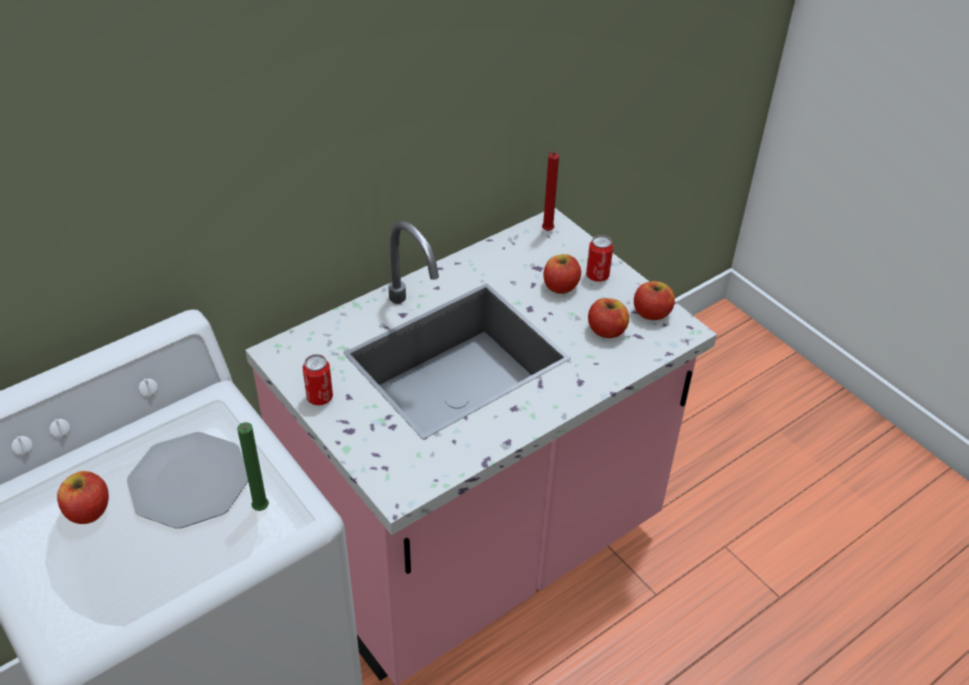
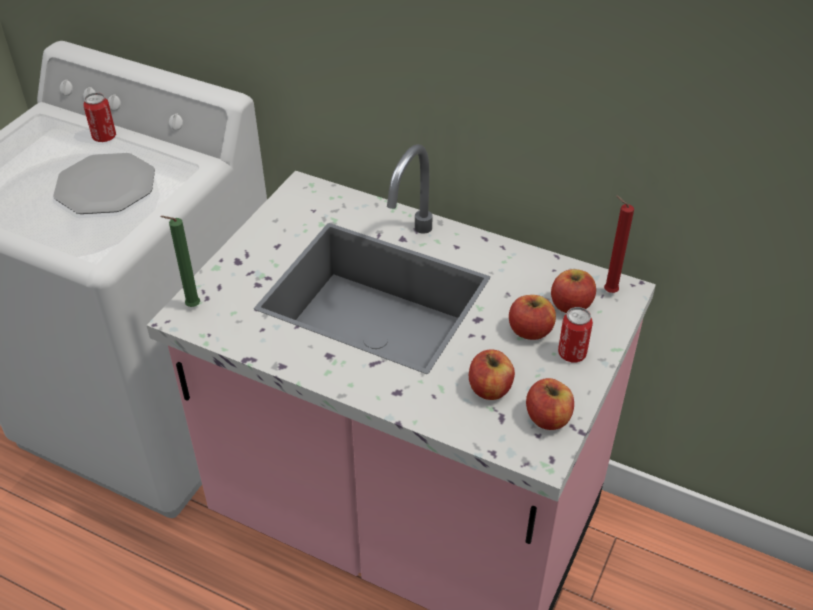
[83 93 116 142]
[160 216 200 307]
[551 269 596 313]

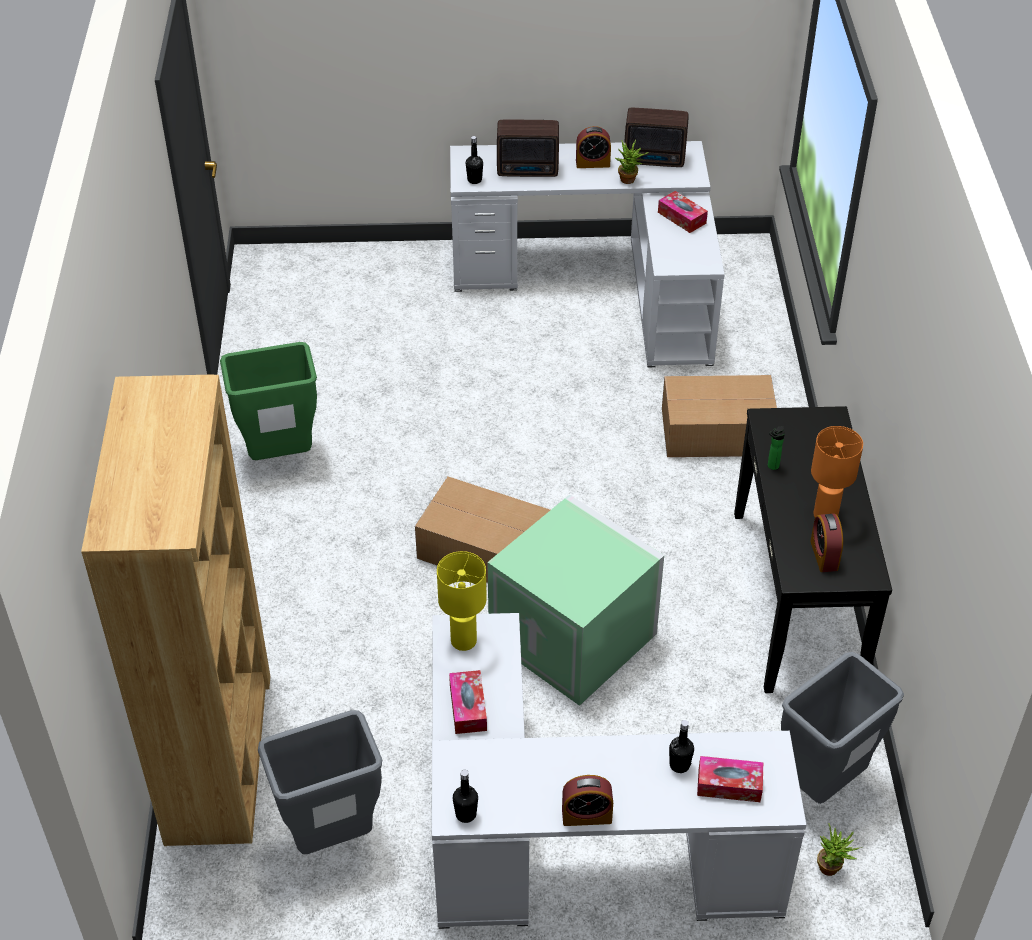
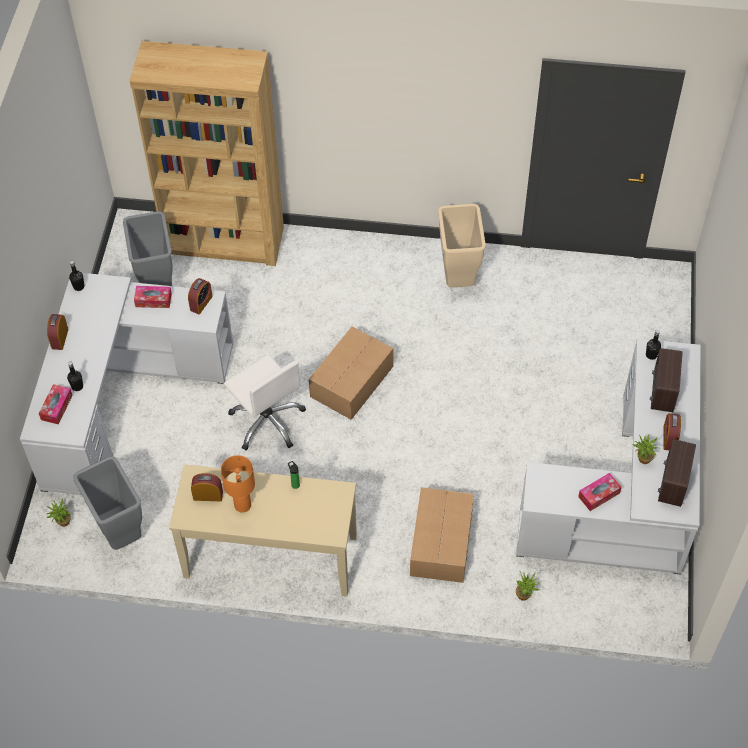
[438 204 486 288]
[169 464 357 597]
[224 354 306 450]
[188 278 213 314]
[516 571 541 601]

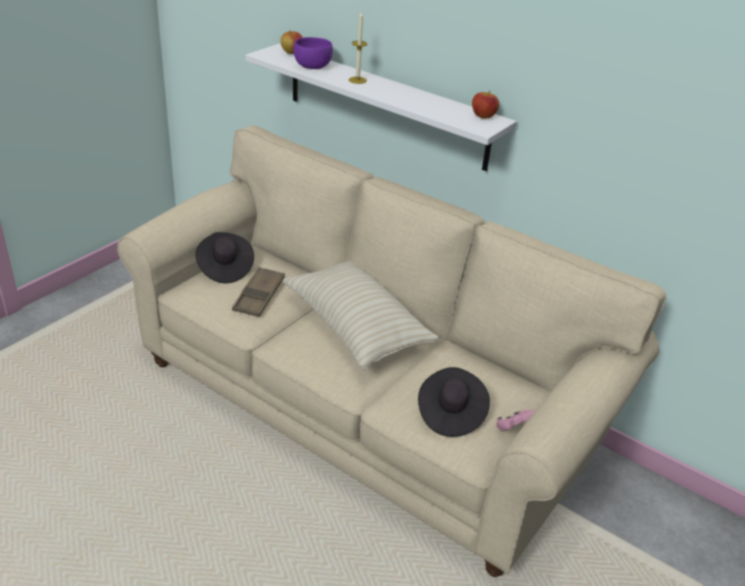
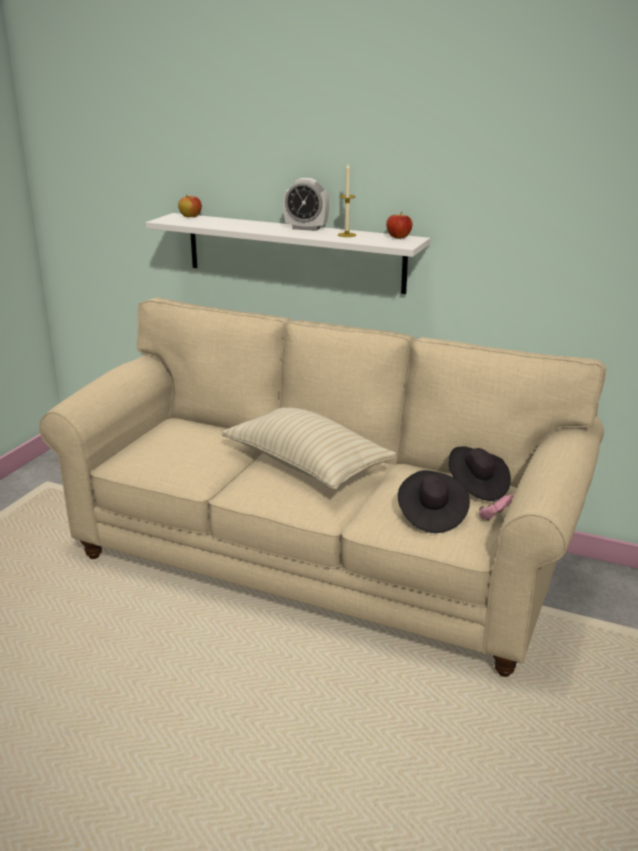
[338 164 356 237]
[293 37 333 69] (first image)
[448 446 511 501]
[232 267 285 317] (first image)
[283 178 329 231]

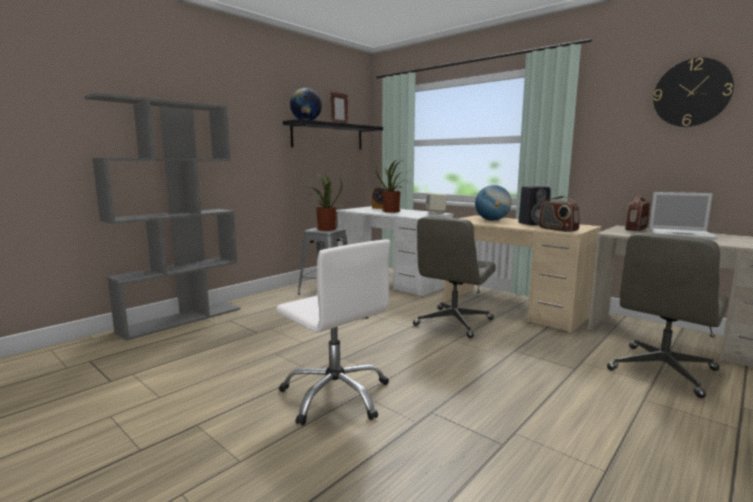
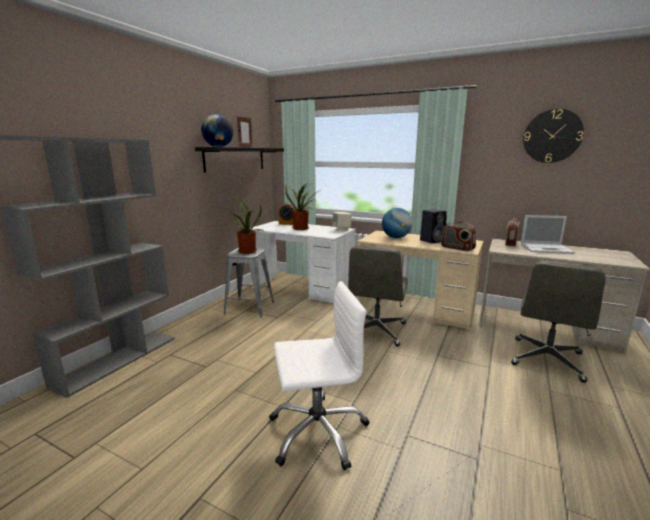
[269 281 369 471]

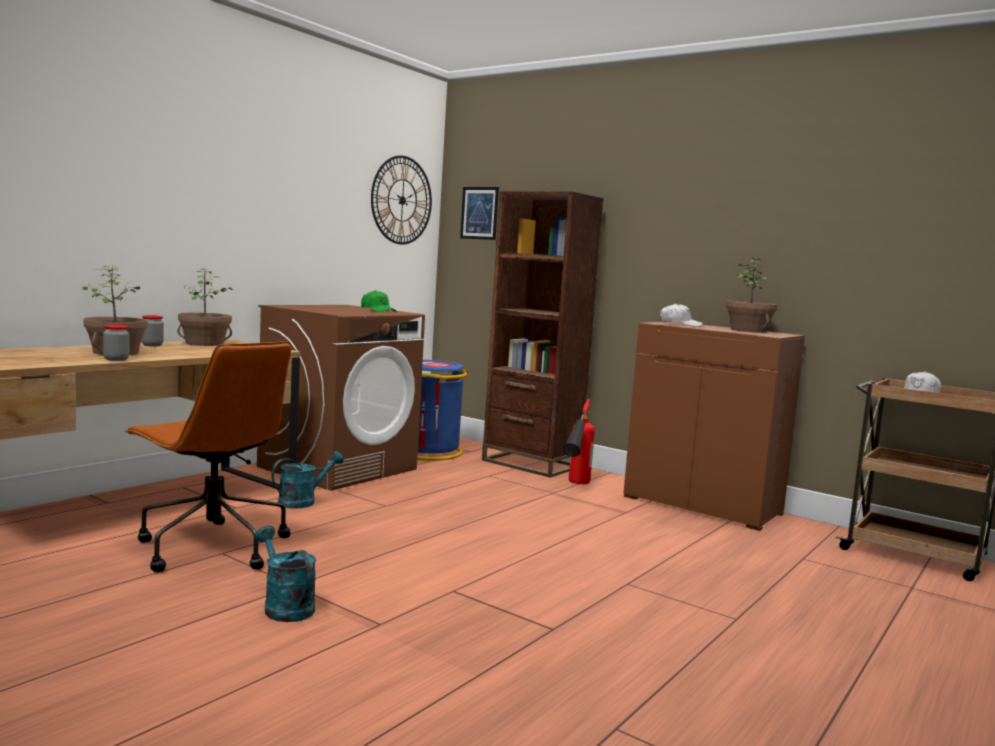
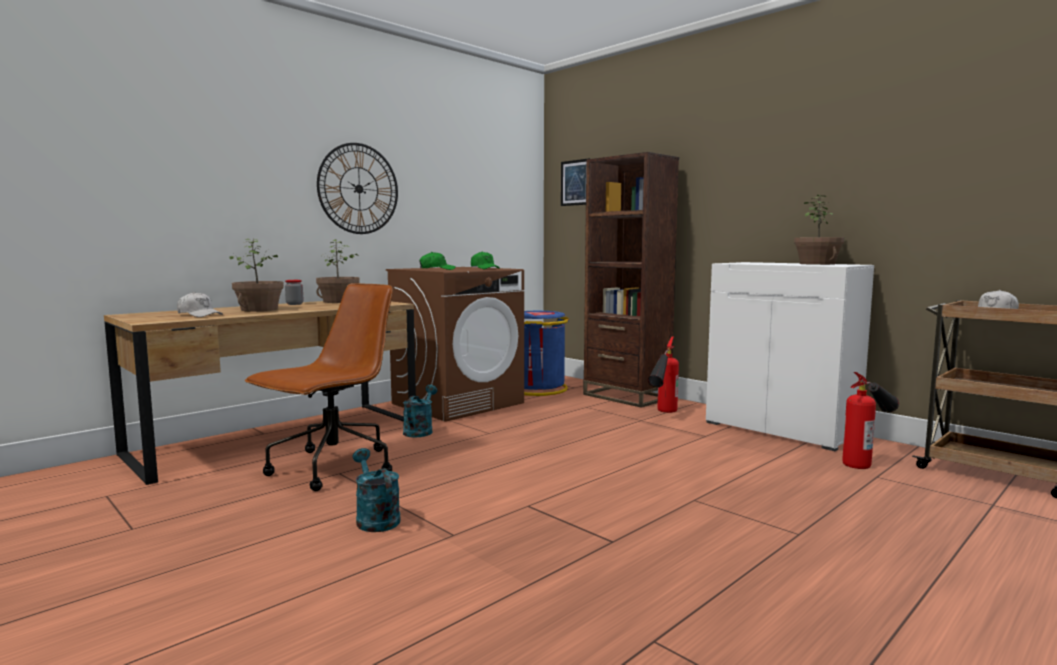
[317 143 398 234]
[177 292 223 317]
[706 262 874 451]
[103 325 130 361] (first image)
[245 283 393 491]
[403 385 437 438]
[419 252 456 270]
[842 372 899 469]

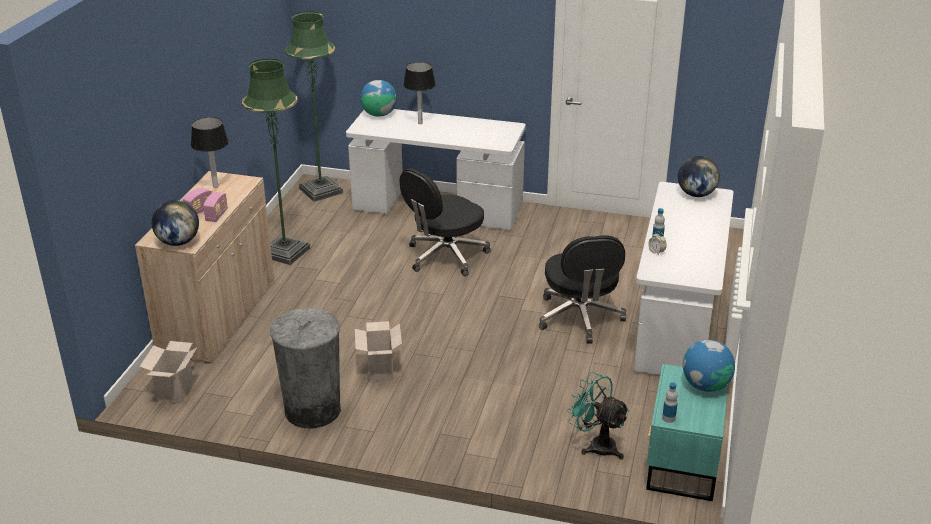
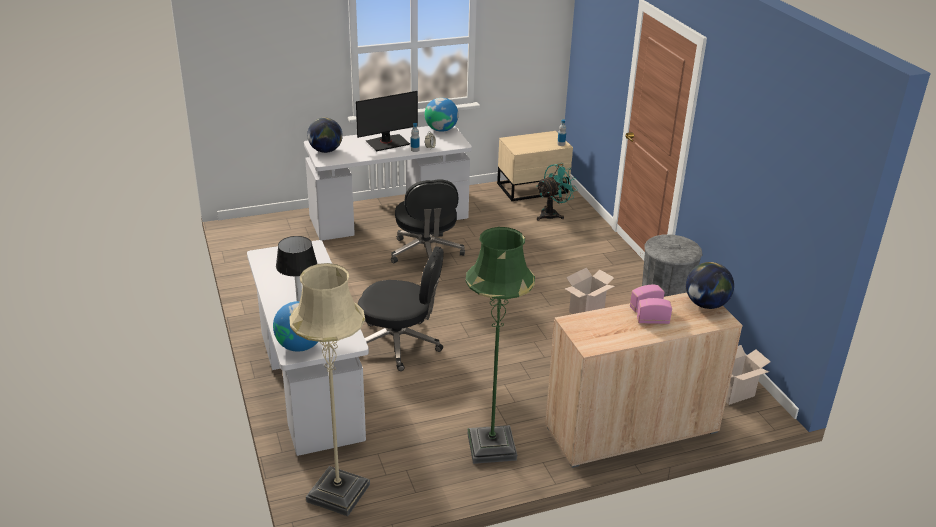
[289 263 370 516]
[191 117 229 188] (first image)
[391 180 465 264]
[425 98 459 132]
[497 131 573 201]
[536 163 578 221]
[356 91 418 152]

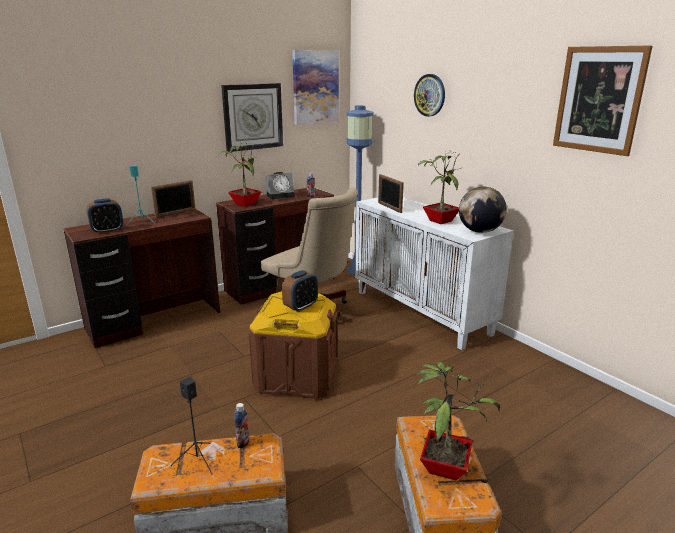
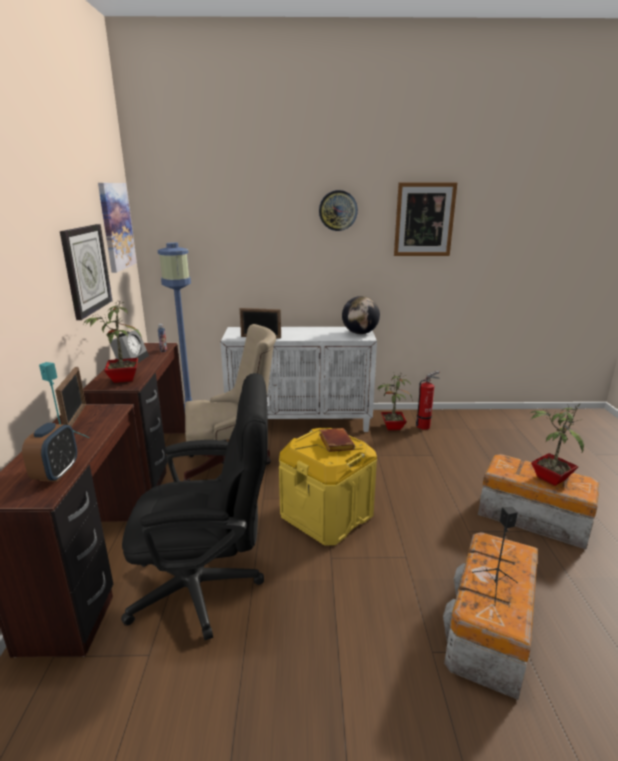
[319 190 358 231]
[377 373 412 430]
[319 428 355 452]
[279 428 377 545]
[234 403 249 448] (first image)
[416 370 440 430]
[121 373 268 641]

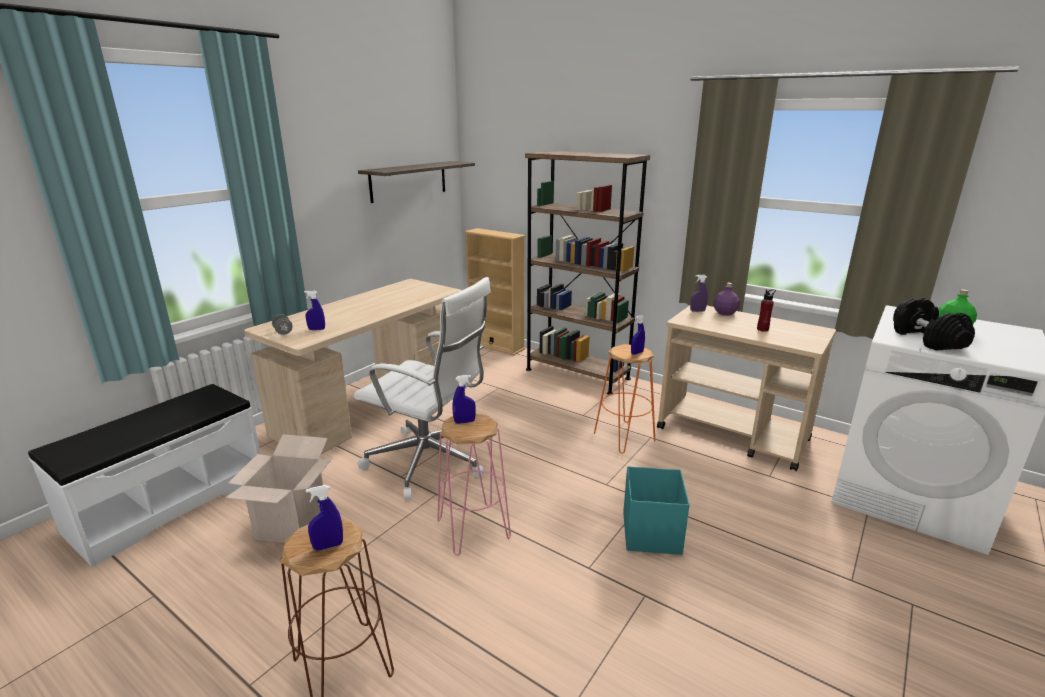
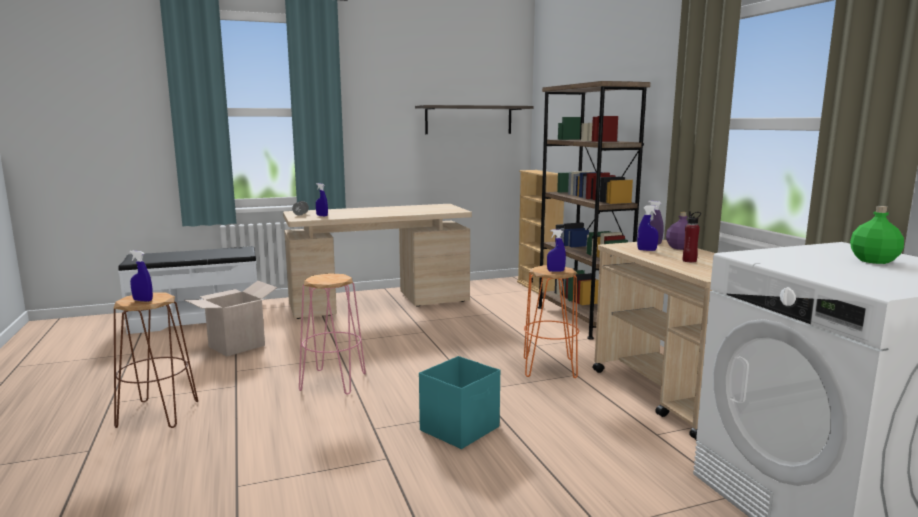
[354 277 491 500] (first image)
[893 298 975 351] (first image)
[637 205 658 251]

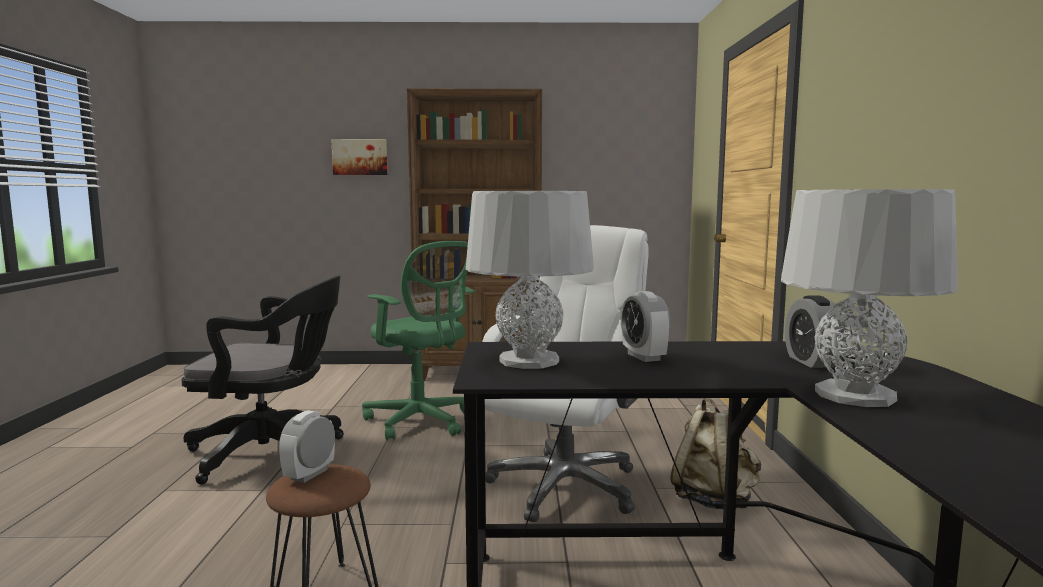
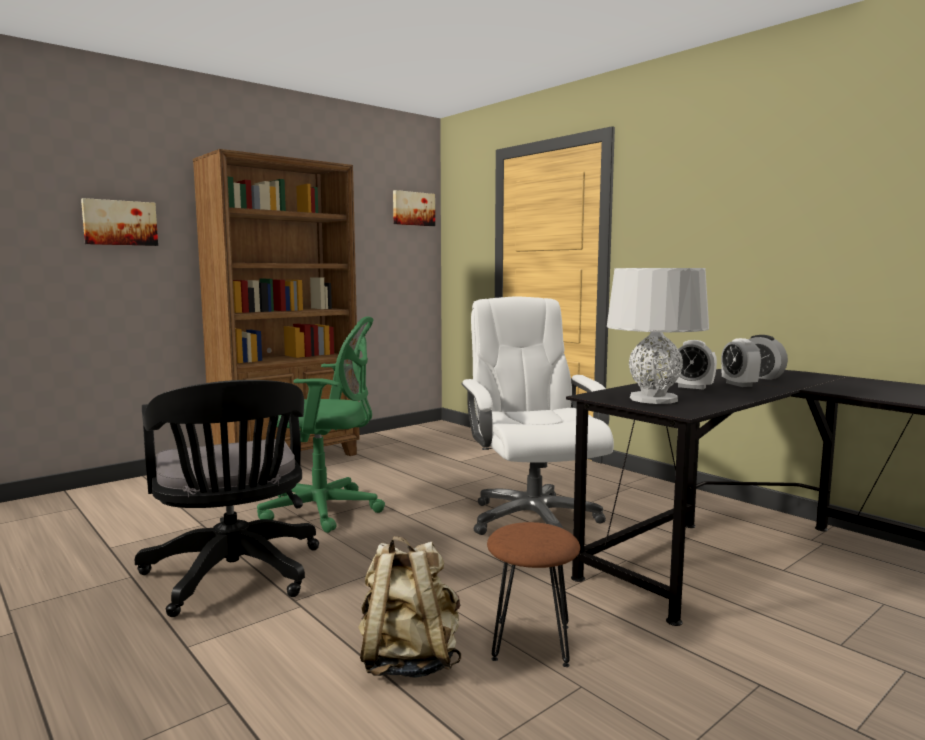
[781 189 958 407] (first image)
[135 380 319 617]
[358 536 461 678]
[721 338 761 387]
[393 190 435 226]

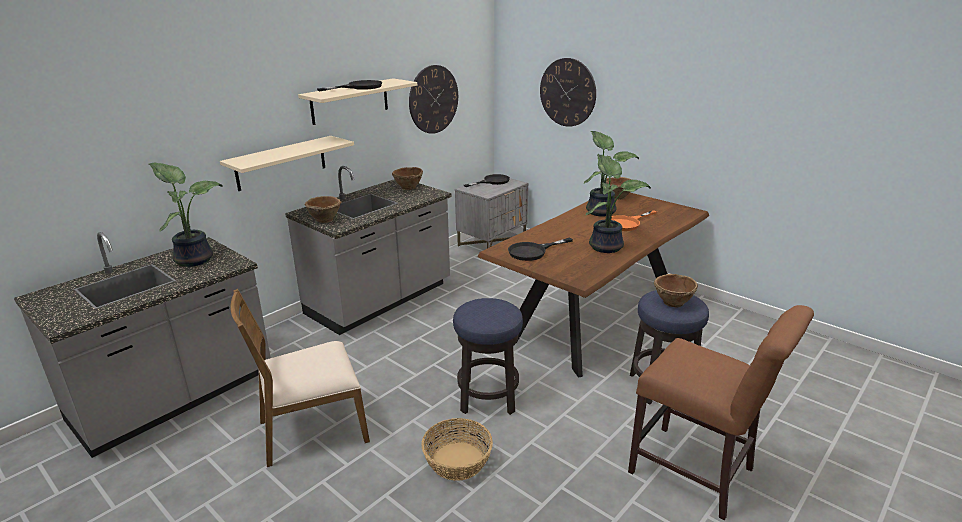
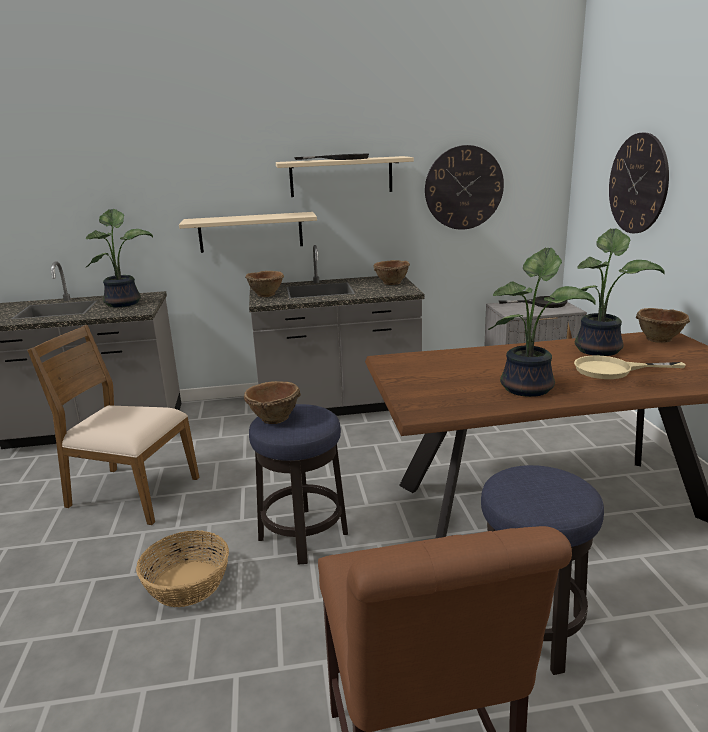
[574 355 686 379]
[508 238 573 261] (first image)
[244 381 301 424]

